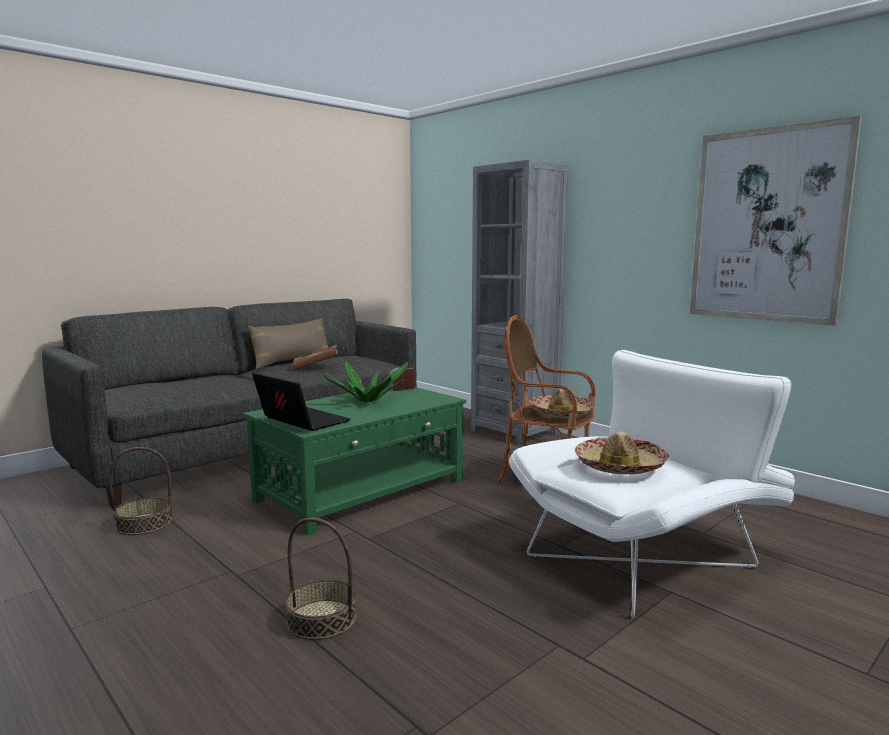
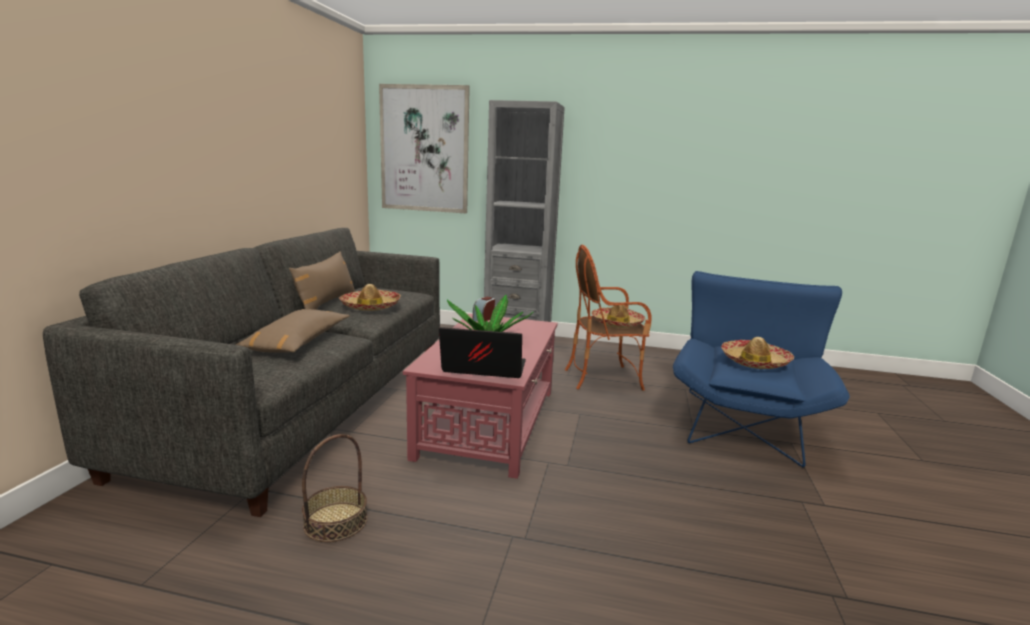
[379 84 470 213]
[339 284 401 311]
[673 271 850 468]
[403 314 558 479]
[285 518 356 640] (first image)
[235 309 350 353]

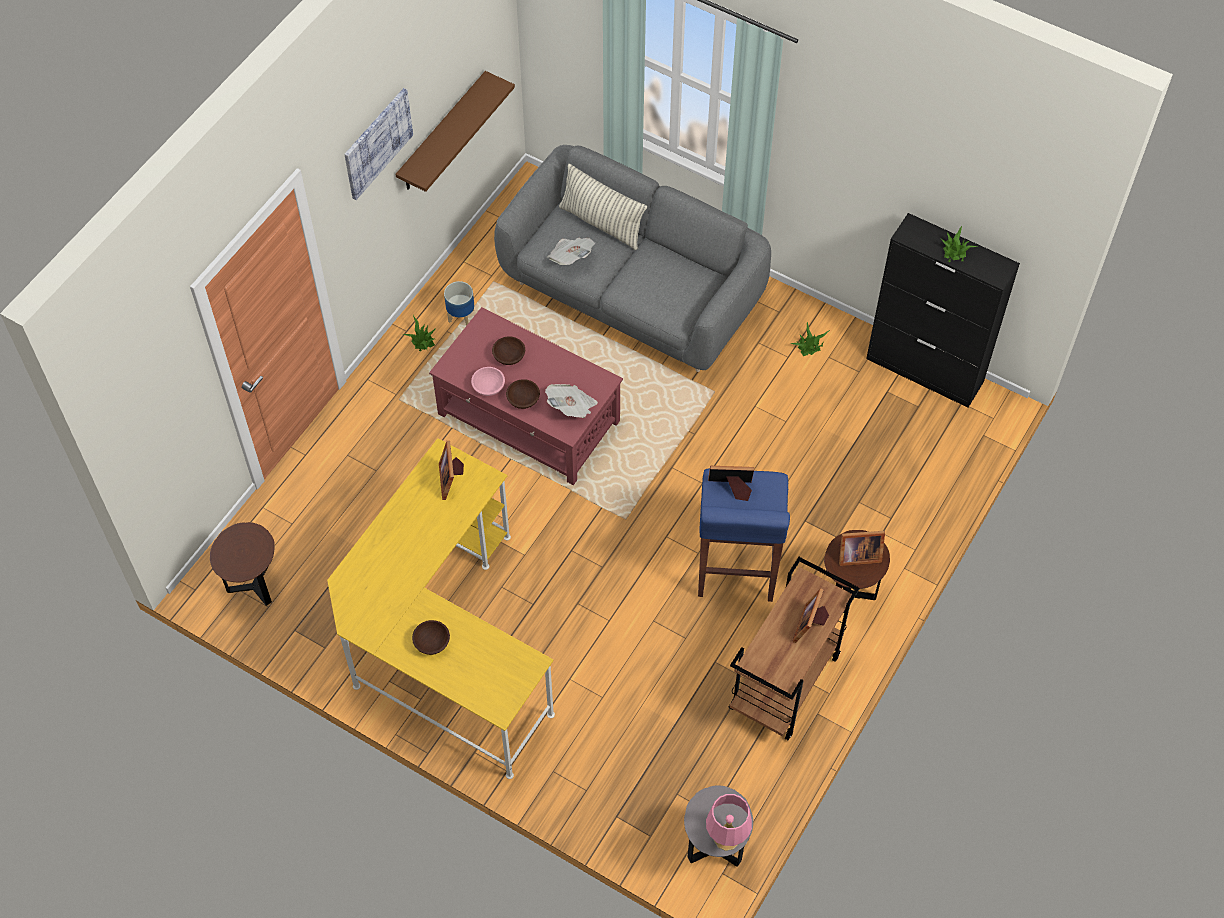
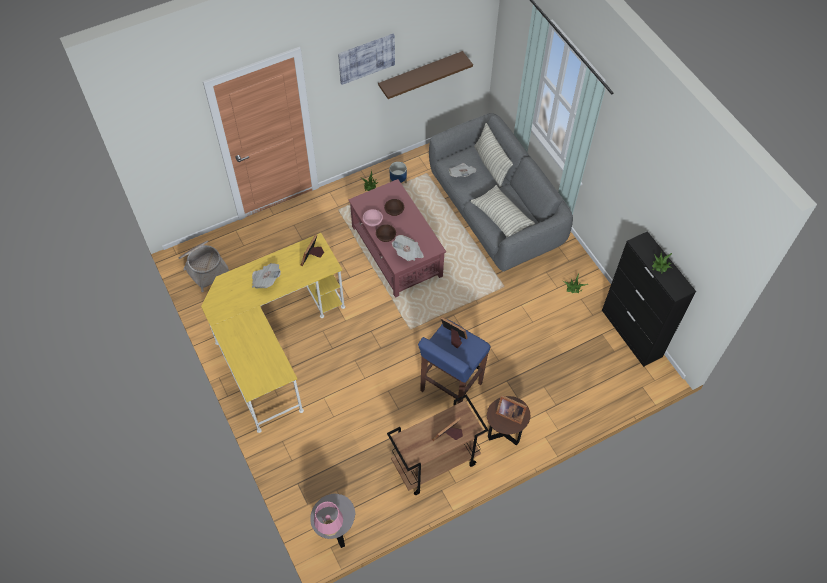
[179 240 230 292]
[412 620 450 655] (first image)
[471 185 535 237]
[252 263 281 288]

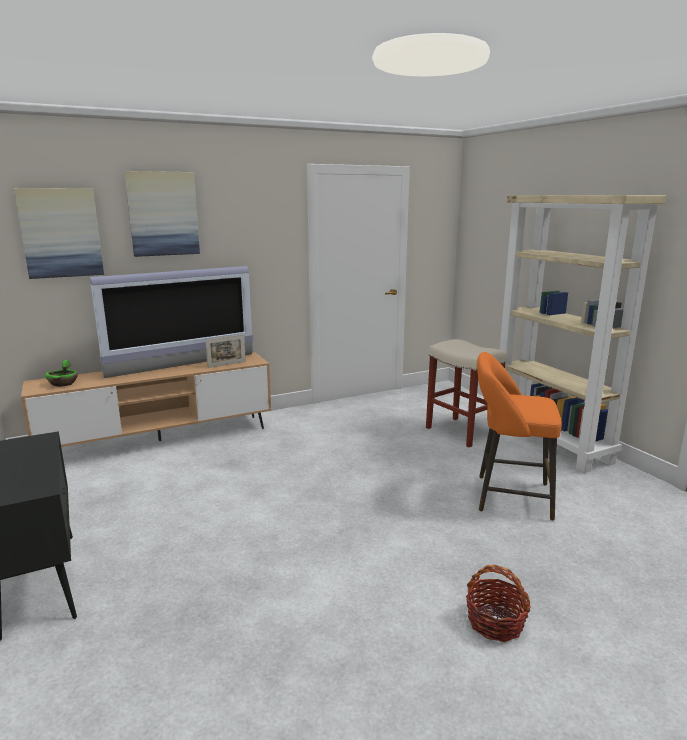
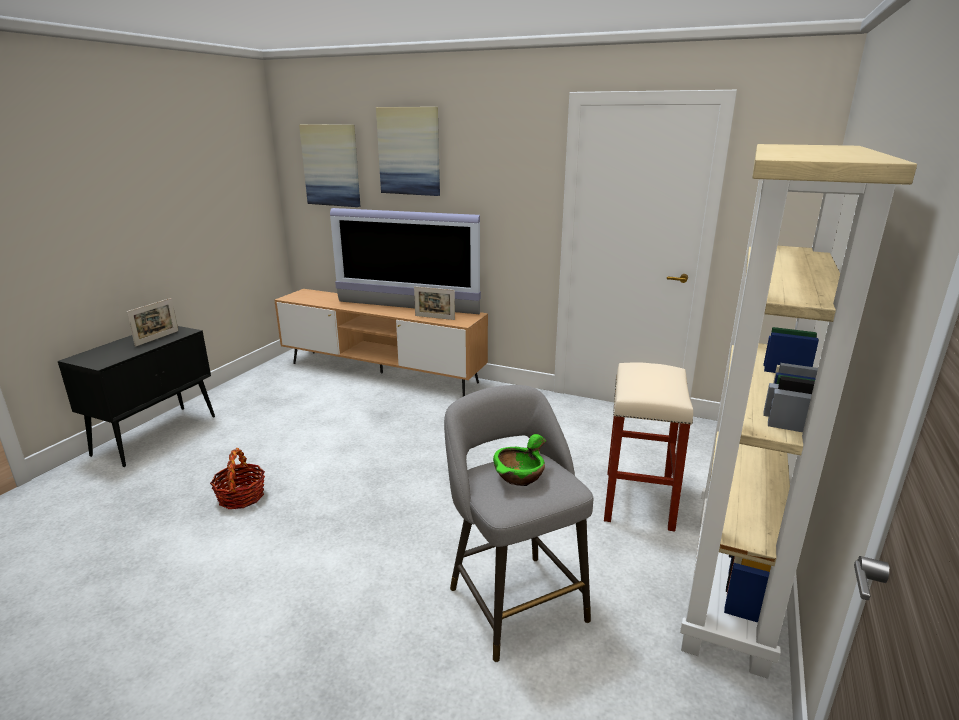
[444 385 593 662]
[493 434 547 486]
[210 448 265 509]
[127 298 178 347]

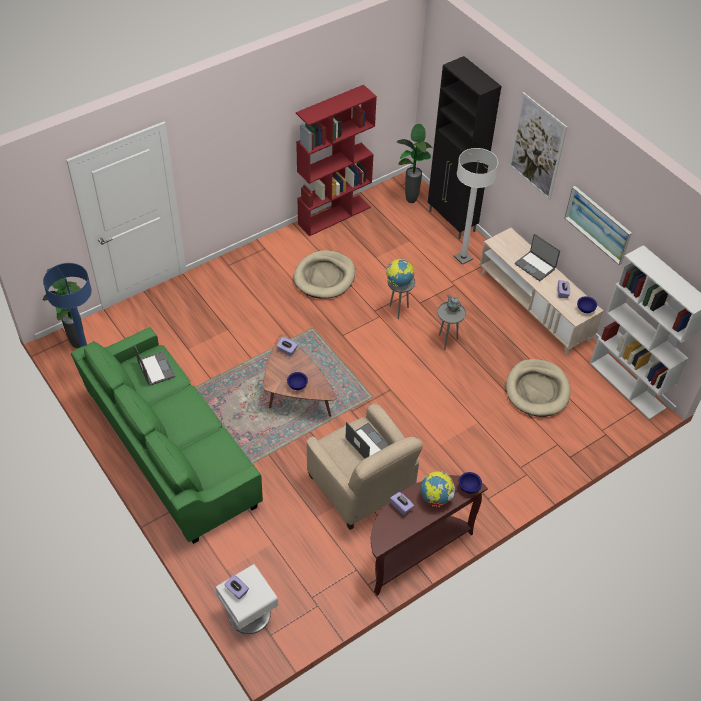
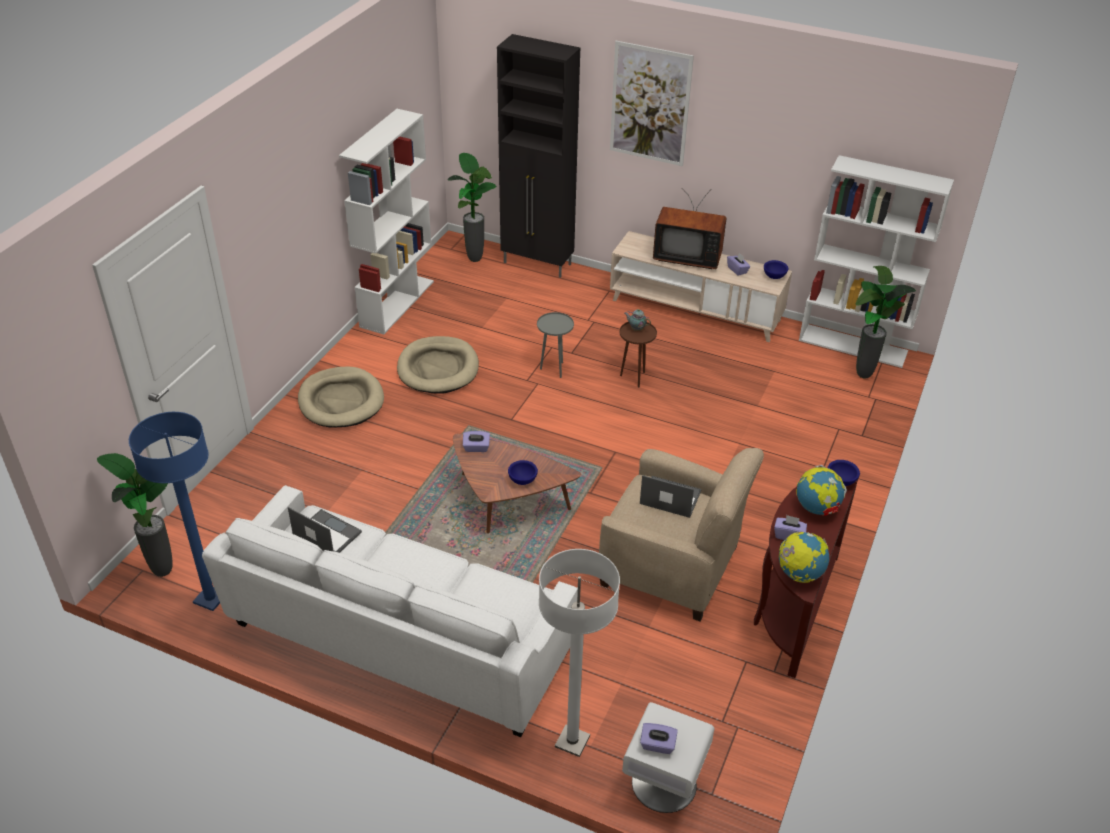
[339 109 434 335]
[539 549 620 757]
[565 186 632 265] (first image)
[653 188 727 269]
[779 532 829 583]
[620 322 657 387]
[202 485 578 737]
[298 367 384 428]
[856 266 916 378]

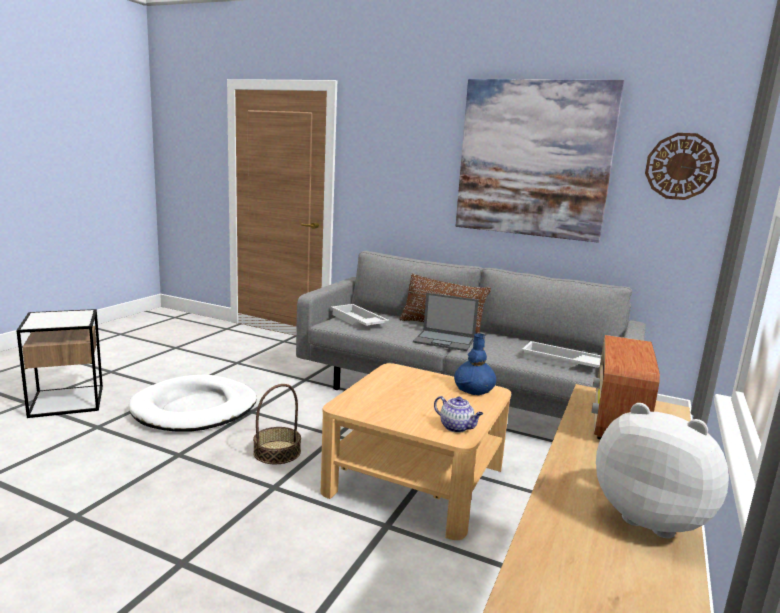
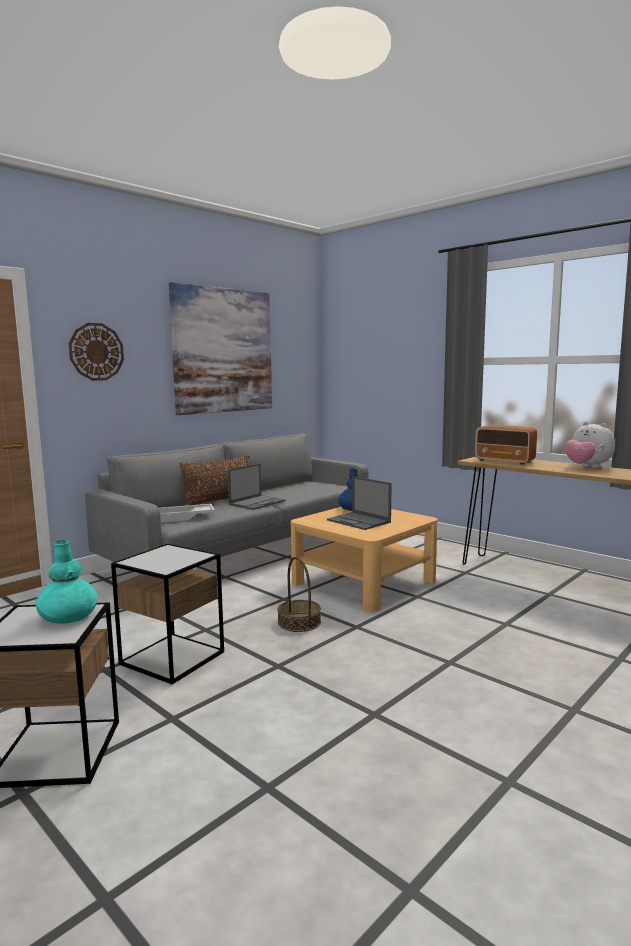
[69 323 124 381]
[522 341 601 369] (first image)
[111 544 224 684]
[434 396 483 433] (first image)
[565 422 615 468]
[327 476 392 530]
[36 540 98 624]

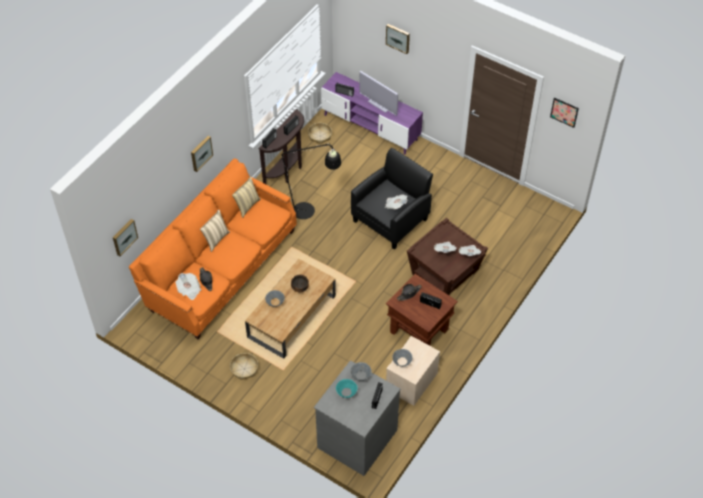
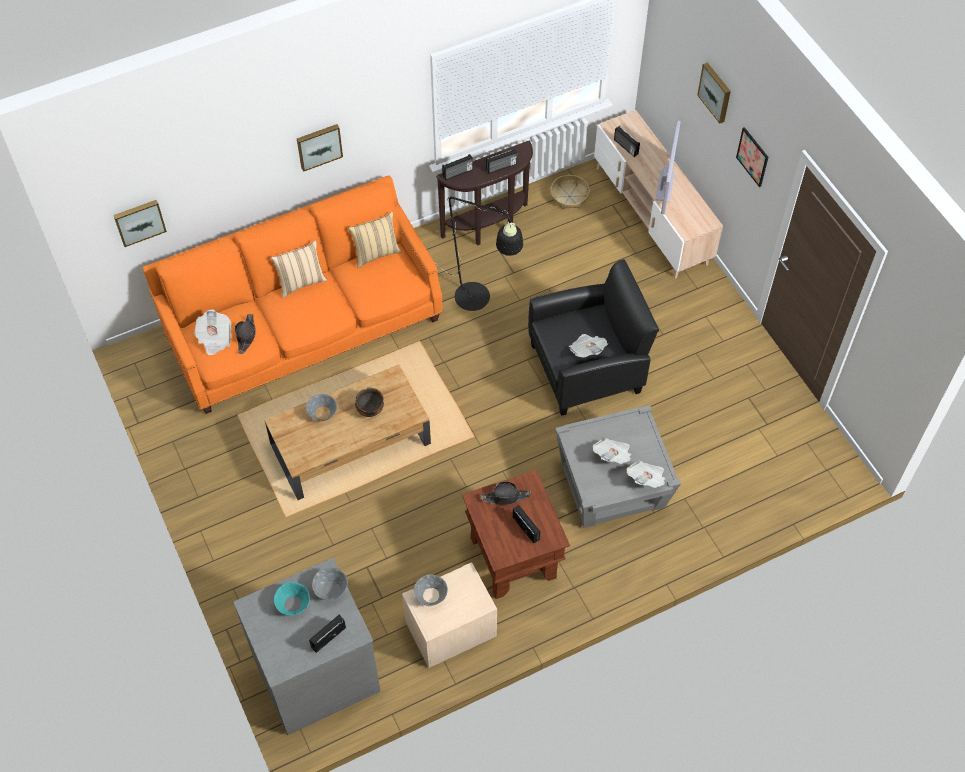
[655 121 681 214]
[594 110 723 279]
[736 127 768 187]
[555 405 681 528]
[230 353 258 380] (first image)

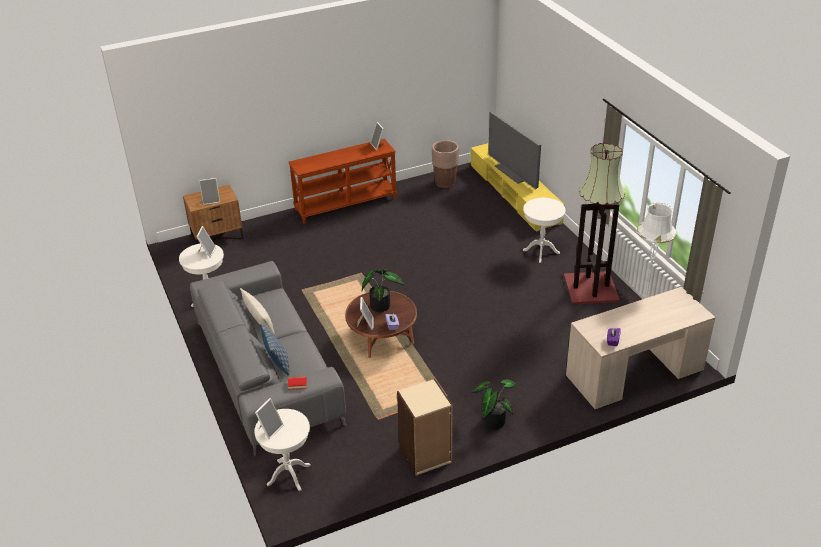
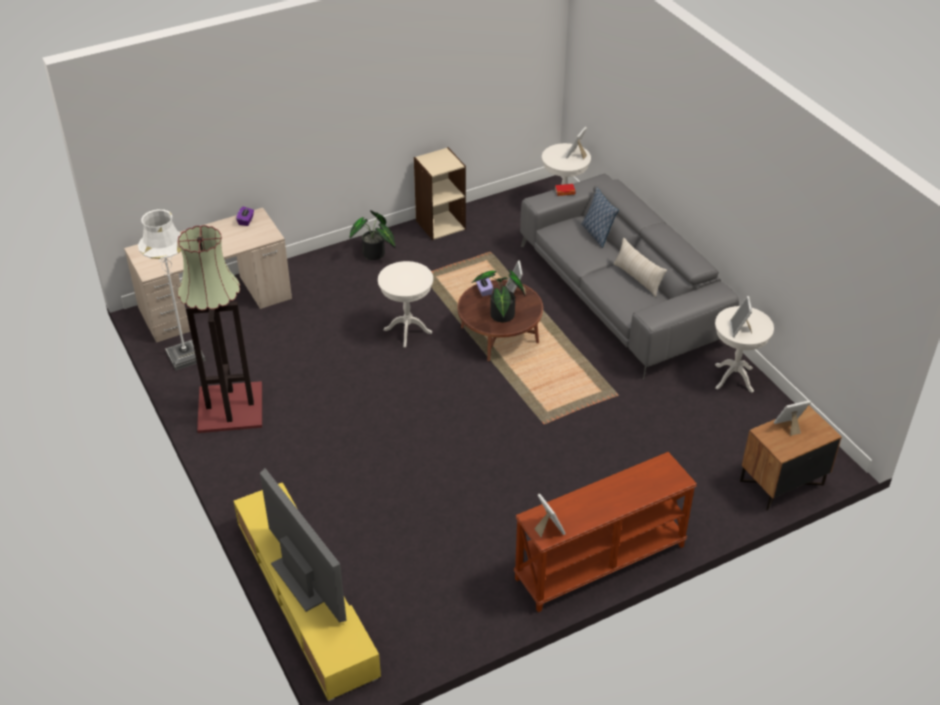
[432 140 459 188] (first image)
[378 261 433 348]

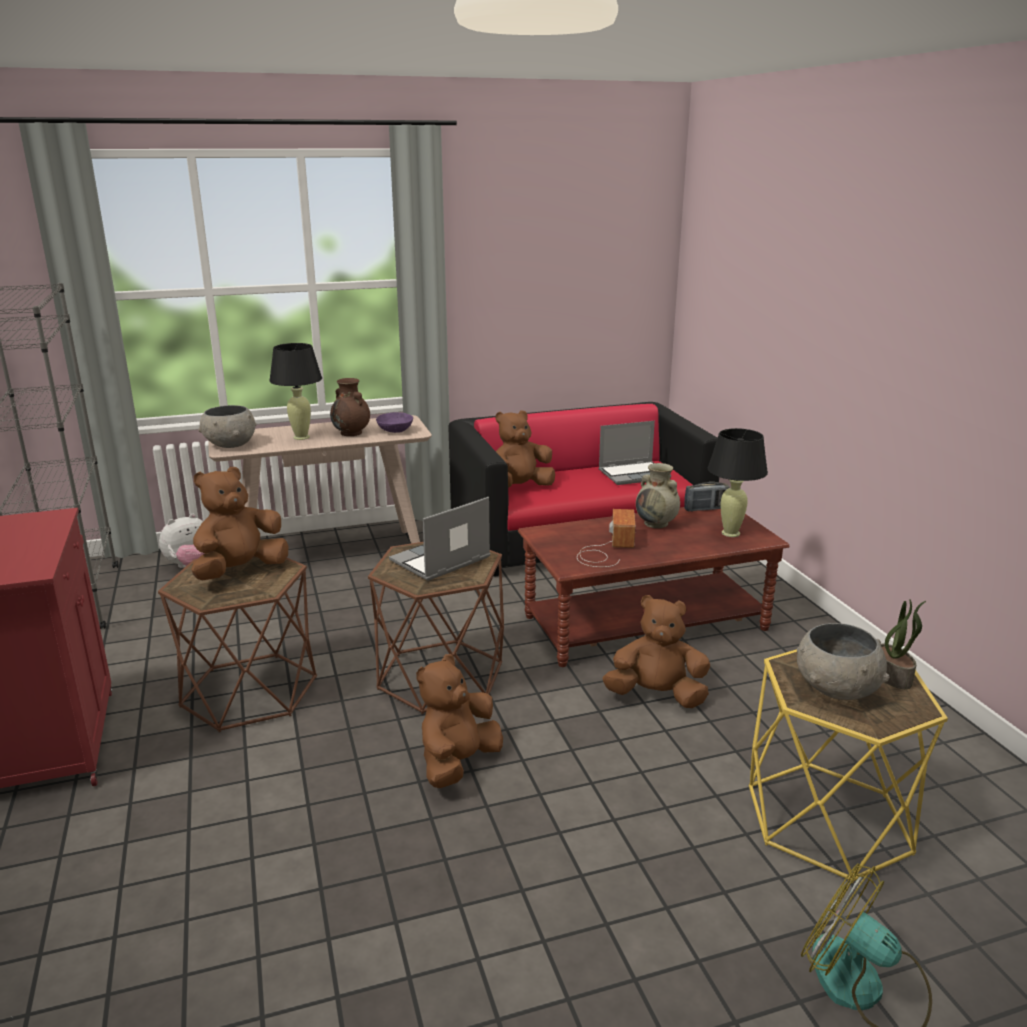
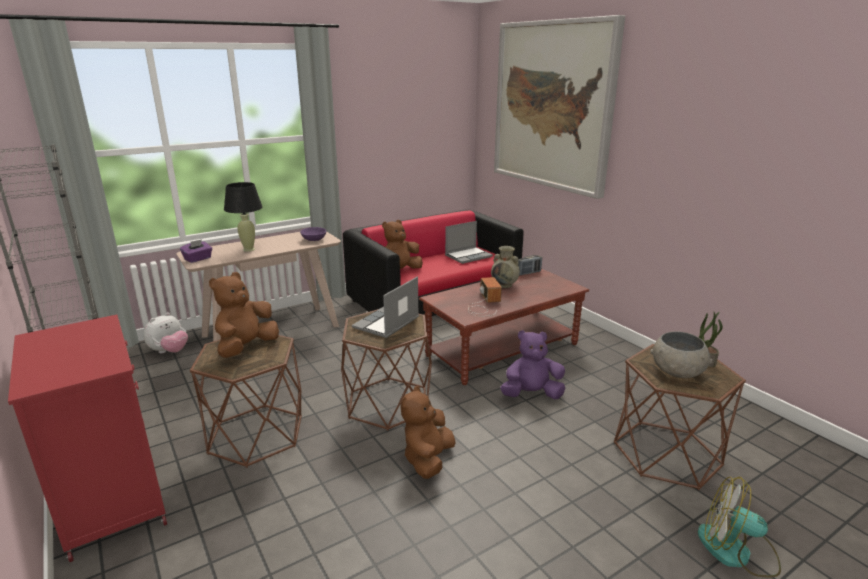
[330 378 370 436] (first image)
[180 239 212 263]
[708 428 768 537] (first image)
[500 330 565 399]
[614 344 746 490]
[494 15 625 199]

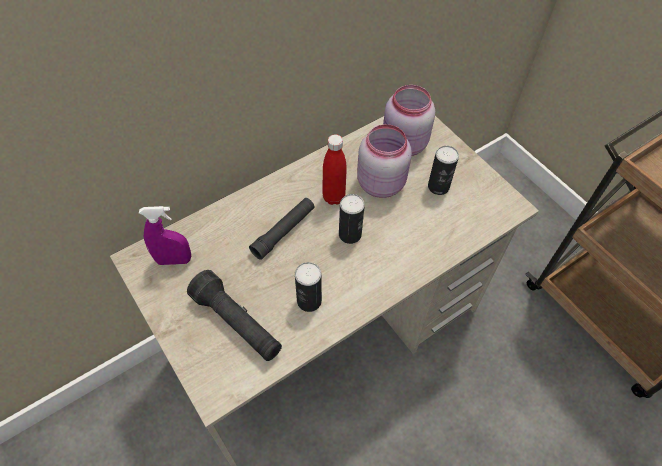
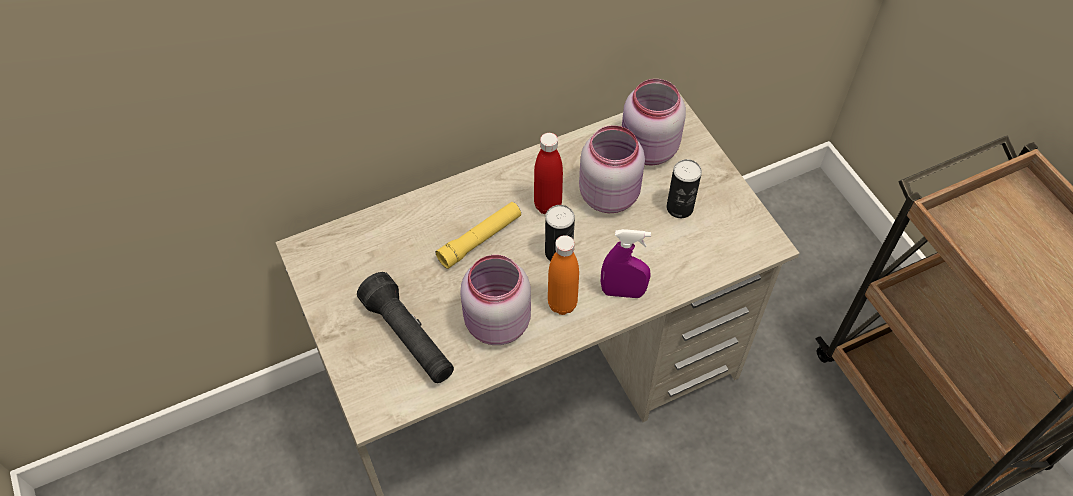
[436 202 521 269]
[601 229 651 298]
[460 255 531 345]
[548 235 579 315]

